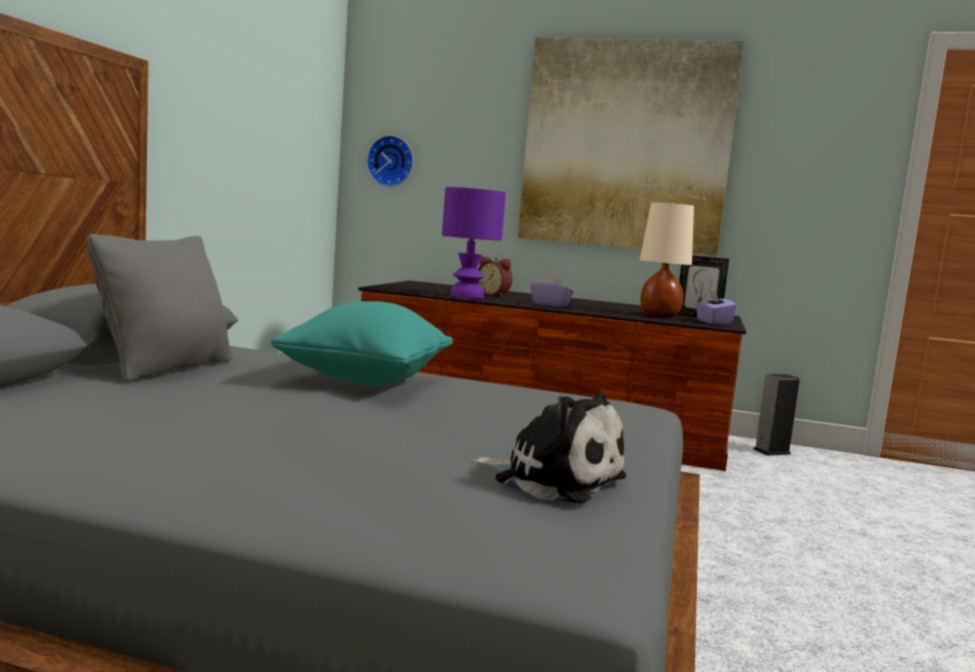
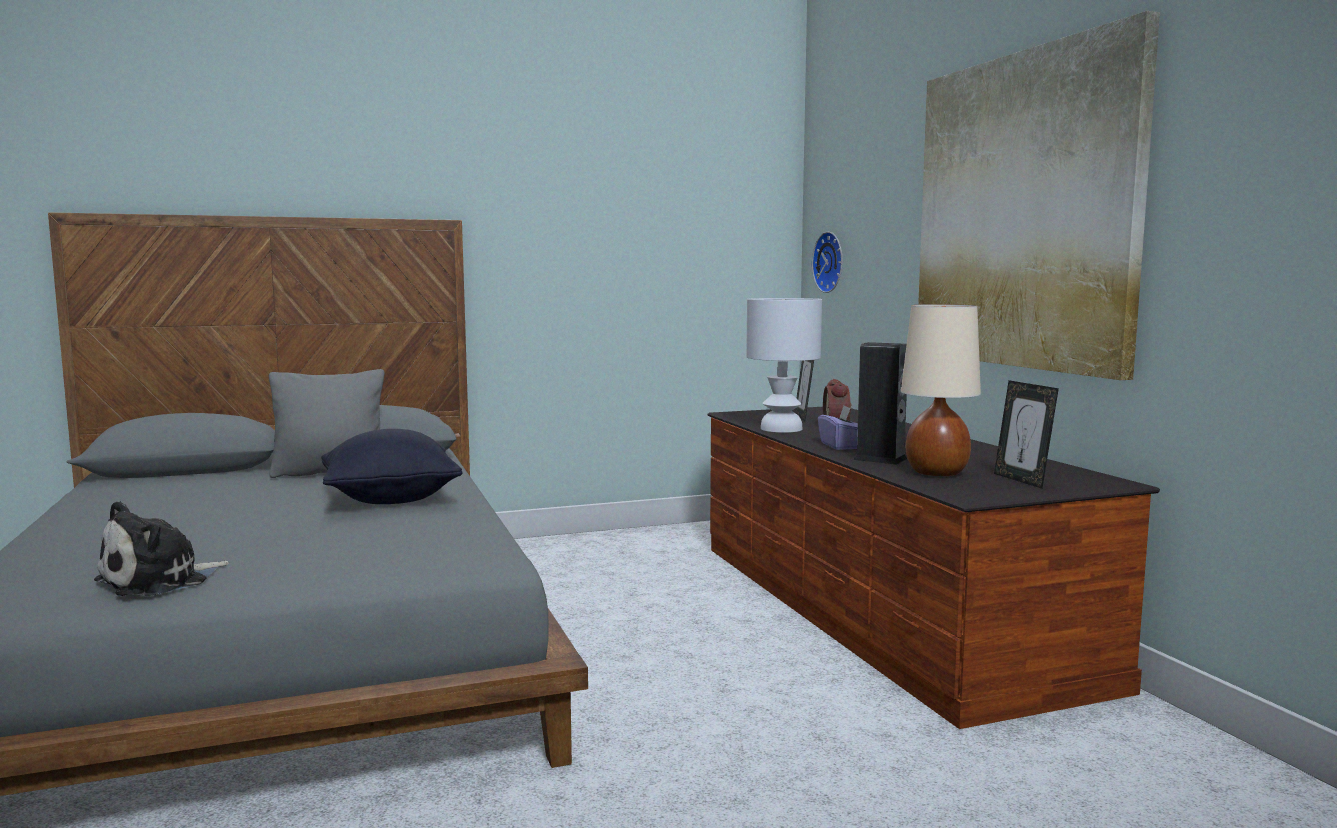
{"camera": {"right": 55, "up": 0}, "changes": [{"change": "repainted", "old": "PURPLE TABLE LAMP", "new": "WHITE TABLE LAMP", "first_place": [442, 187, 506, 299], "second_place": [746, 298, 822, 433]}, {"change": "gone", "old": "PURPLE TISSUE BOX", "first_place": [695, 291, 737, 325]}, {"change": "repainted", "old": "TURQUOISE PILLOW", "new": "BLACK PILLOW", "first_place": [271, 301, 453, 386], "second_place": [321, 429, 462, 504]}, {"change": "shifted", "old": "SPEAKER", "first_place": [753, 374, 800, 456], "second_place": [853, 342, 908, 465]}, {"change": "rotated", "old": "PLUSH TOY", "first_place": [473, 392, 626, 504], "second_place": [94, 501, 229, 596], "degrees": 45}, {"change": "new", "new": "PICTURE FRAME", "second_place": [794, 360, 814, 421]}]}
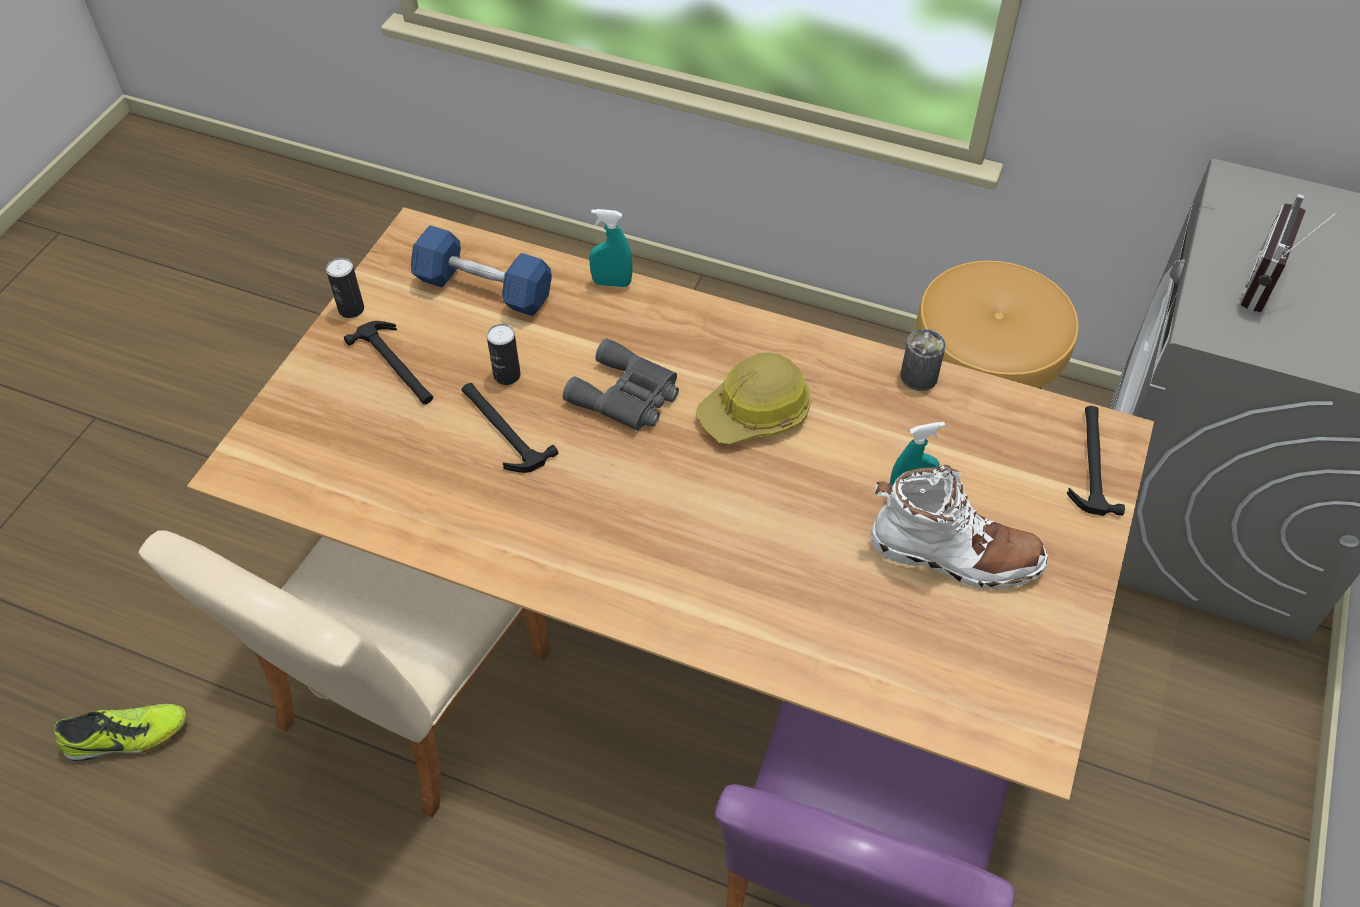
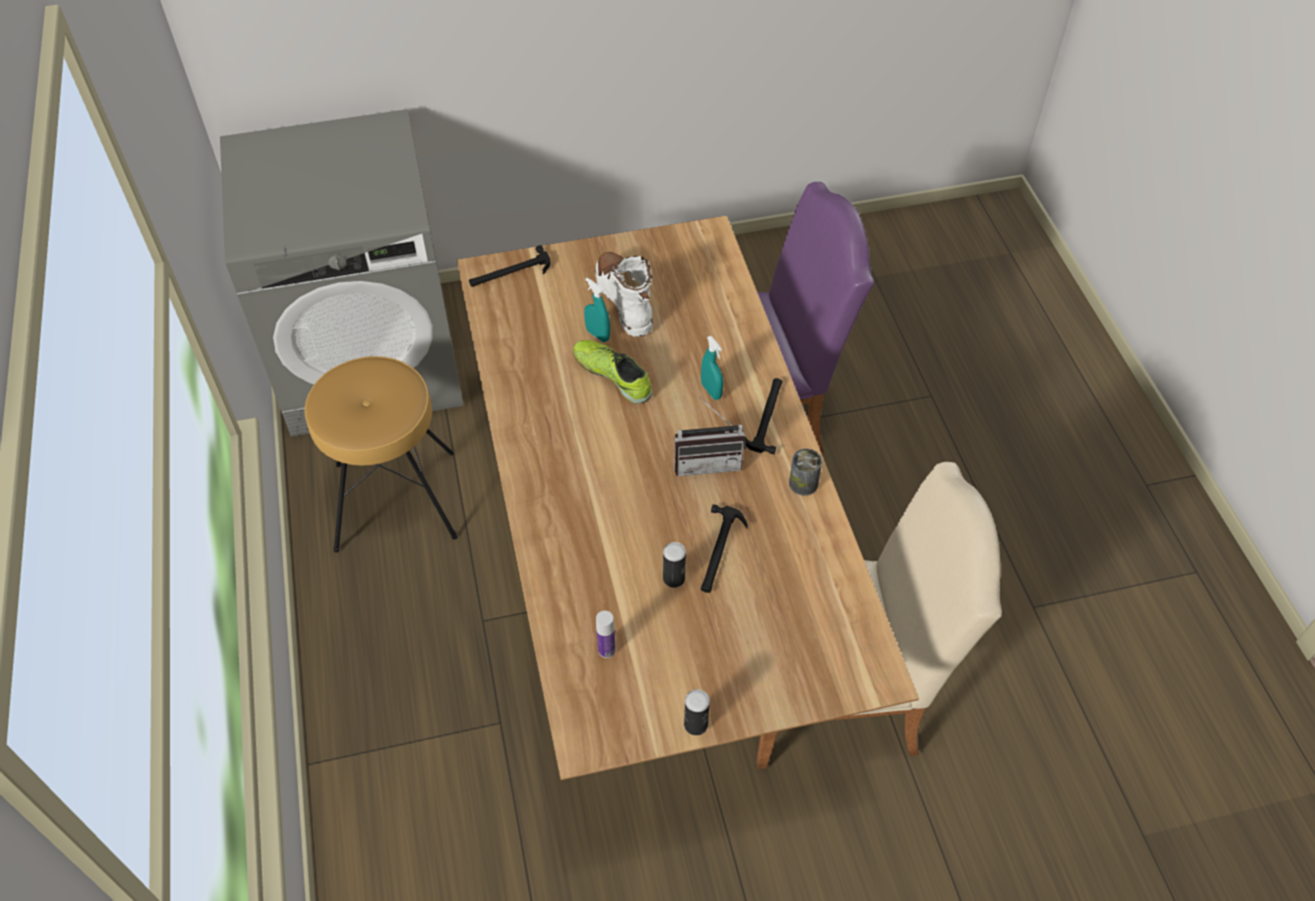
{"camera": {"right": -125, "up": 0}, "changes": [{"change": "shifted", "old": "RADIO", "first_place": [1240, 194, 1342, 312], "second_place": [674, 398, 746, 476]}, {"change": "shifted", "old": "TURQUOISE SPRAY BOTTLE", "first_place": [589, 209, 632, 287], "second_place": [701, 336, 724, 400]}, {"change": "swapped", "old": "BLUE DUMBBELL", "new": "BOTTLE", "first_place": [411, 225, 552, 316], "second_place": [596, 611, 616, 658]}, {"change": "shifted", "old": "HAMMER", "first_place": [344, 321, 433, 404], "second_place": [744, 378, 782, 454]}, {"change": "shifted", "old": "CAN", "first_place": [900, 329, 946, 391], "second_place": [789, 449, 822, 496]}, {"change": "gone", "old": "GREY BINOCULARS", "first_place": [563, 338, 679, 431]}, {"change": "gone", "old": "HARD HAT", "first_place": [696, 352, 812, 445]}, {"change": "shifted", "old": "SHOE", "first_place": [54, 704, 187, 761], "second_place": [573, 340, 652, 404]}]}
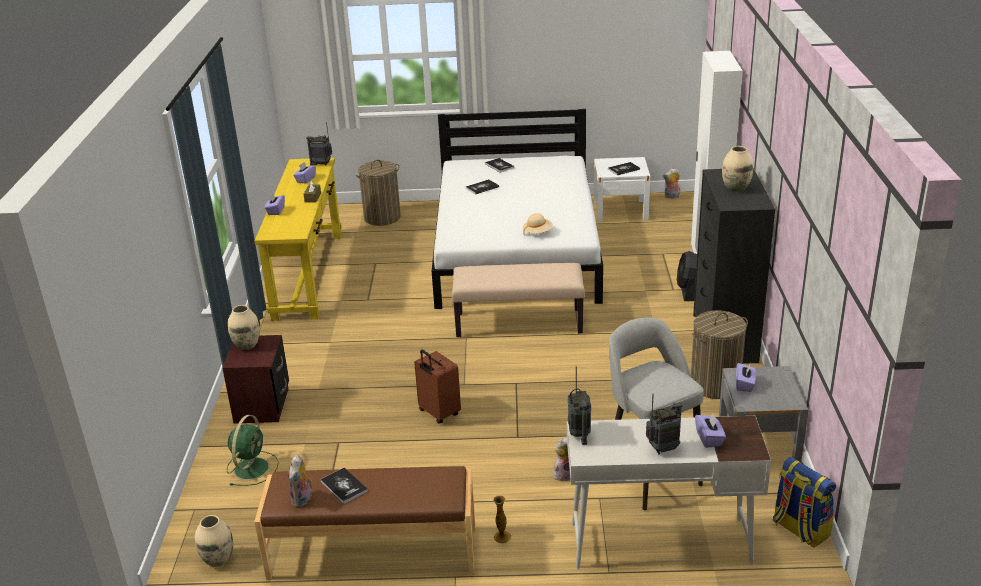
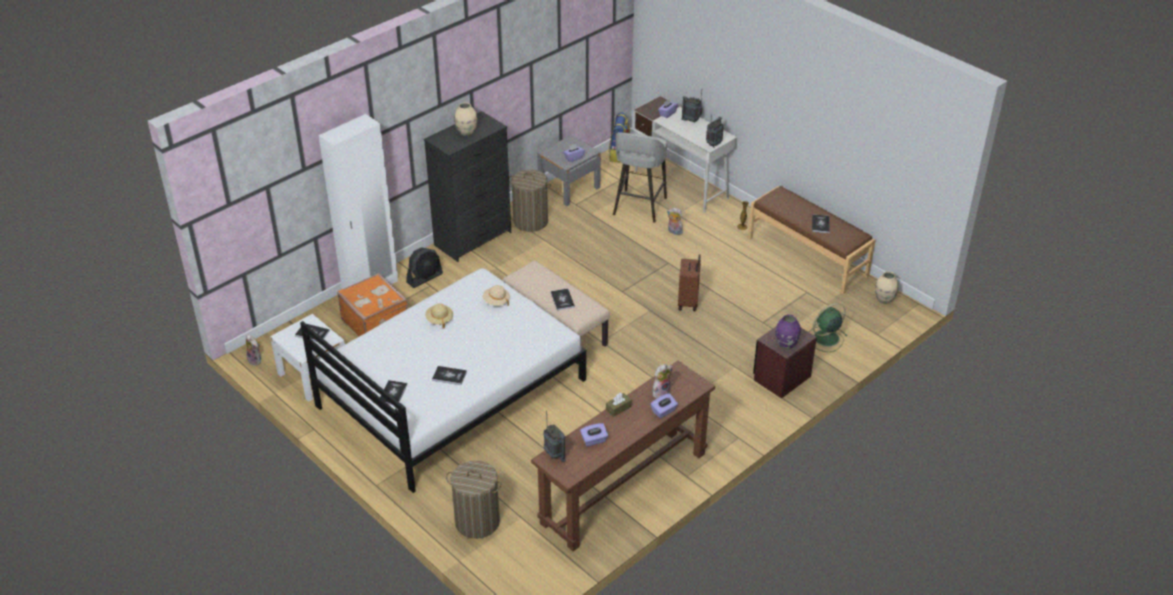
{"camera": {"right": -135, "up": 10}, "changes": [{"change": "repainted", "old": "YELLOW CONSOLE TABLE", "new": "BROWN CONSOLE TABLE", "first_place": [254, 158, 342, 321], "second_place": [531, 361, 715, 551]}, {"change": "repainted", "old": "BEIGE VASE", "new": "PURPLE VASE", "first_place": [228, 305, 260, 350], "second_place": [775, 314, 801, 350]}, {"change": "shifted", "old": "PLUSH TOY", "first_place": [288, 455, 312, 508], "second_place": [652, 364, 673, 398]}, {"change": "new", "new": "ORANGE SUITCASE", "second_place": [337, 273, 408, 336]}, {"change": "new", "new": "BOOK", "second_place": [551, 288, 575, 310]}, {"change": "new", "new": "BEIGE HAT", "second_place": [425, 303, 453, 328]}]}
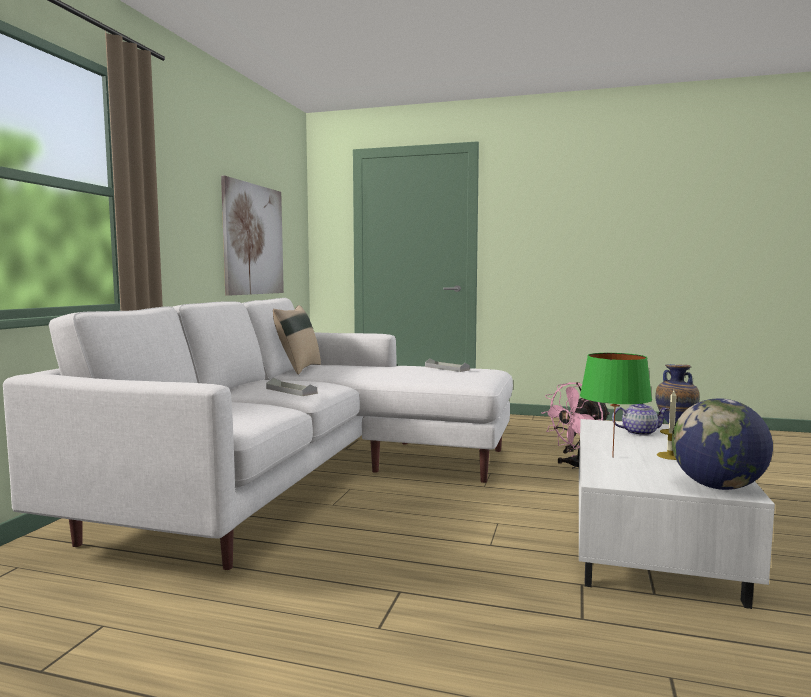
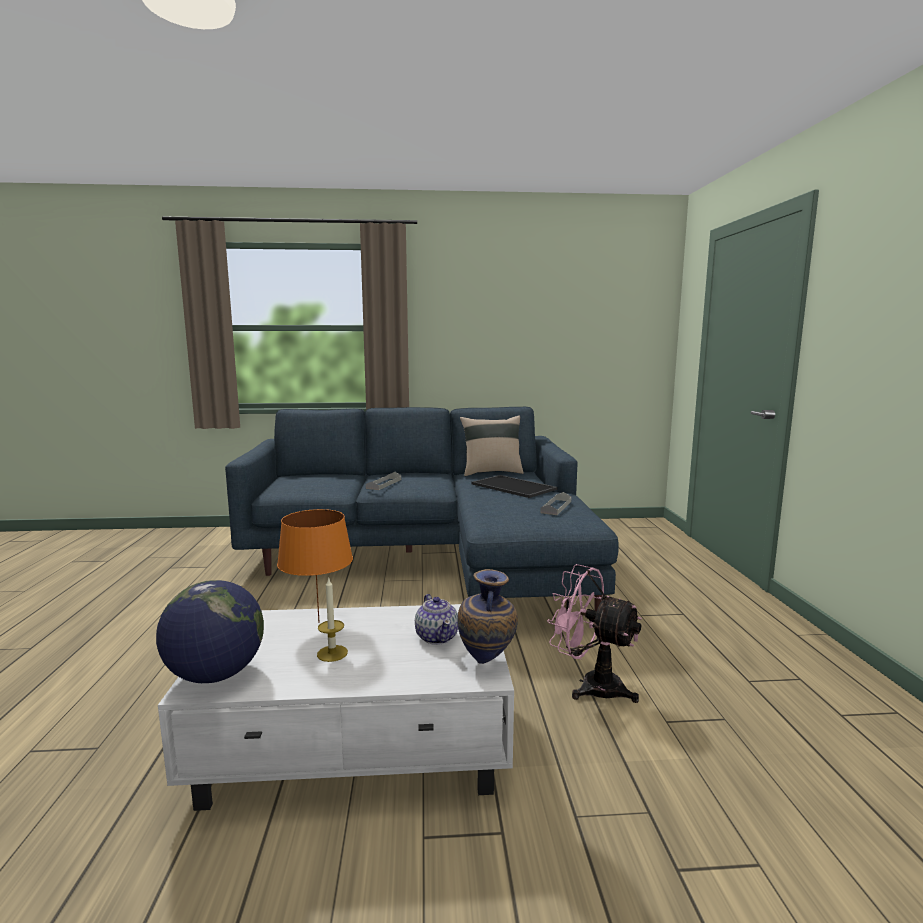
{"camera": {"right": 70, "up": 5}, "changes": [{"change": "gone", "old": "PICTURE", "first_place": [221, 175, 284, 296]}, {"change": "repainted", "old": "WHITE SOFA", "new": "BLUE SOFA", "first_place": [3, 298, 513, 570], "second_place": [225, 407, 619, 611]}, {"change": "repainted", "old": "GREEN TABLE LAMP", "new": "ORANGE TABLE LAMP", "first_place": [580, 353, 652, 458], "second_place": [277, 509, 353, 623]}, {"change": "new", "new": "TRAY", "second_place": [472, 475, 557, 498]}]}
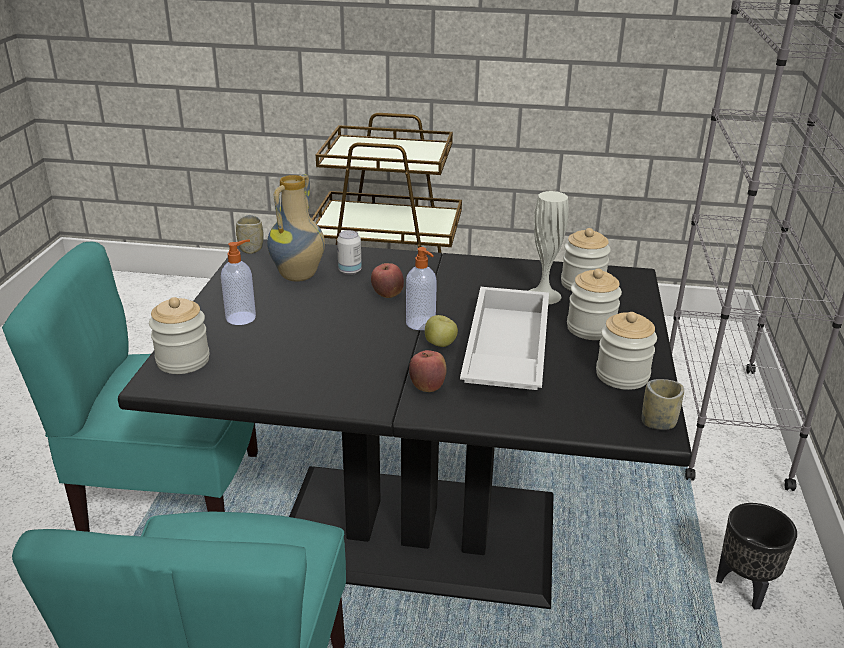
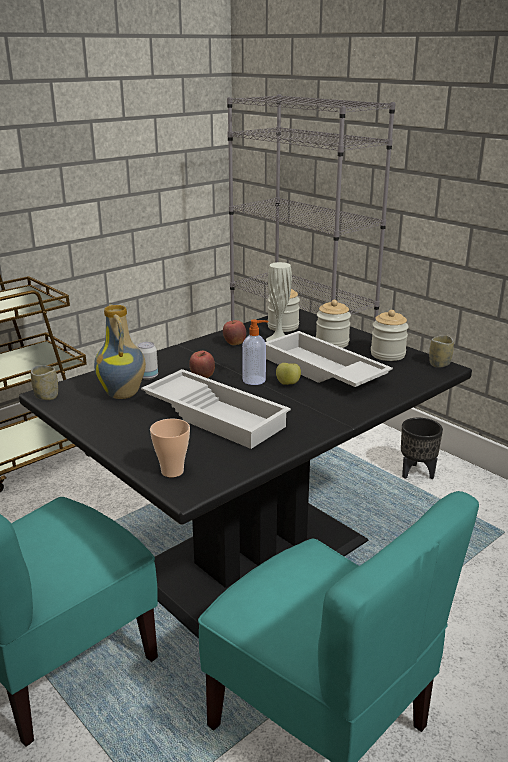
{"camera": {"right": -50, "up": -5}, "changes": [{"change": "gone", "old": "SOAP DISPENSER", "first_place": [221, 239, 256, 325]}, {"change": "swapped", "old": "JAR", "new": "CUP", "first_place": [149, 297, 210, 374], "second_place": [150, 419, 190, 477]}, {"change": "shifted", "old": "APPLE", "first_place": [409, 350, 447, 392], "second_place": [223, 320, 246, 345]}, {"change": "new", "new": "WHITE TRAY", "second_place": [141, 369, 291, 449]}]}
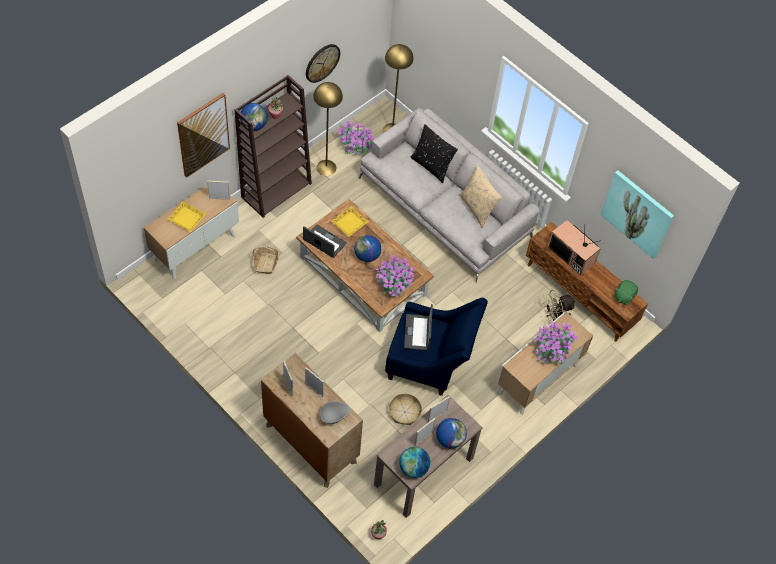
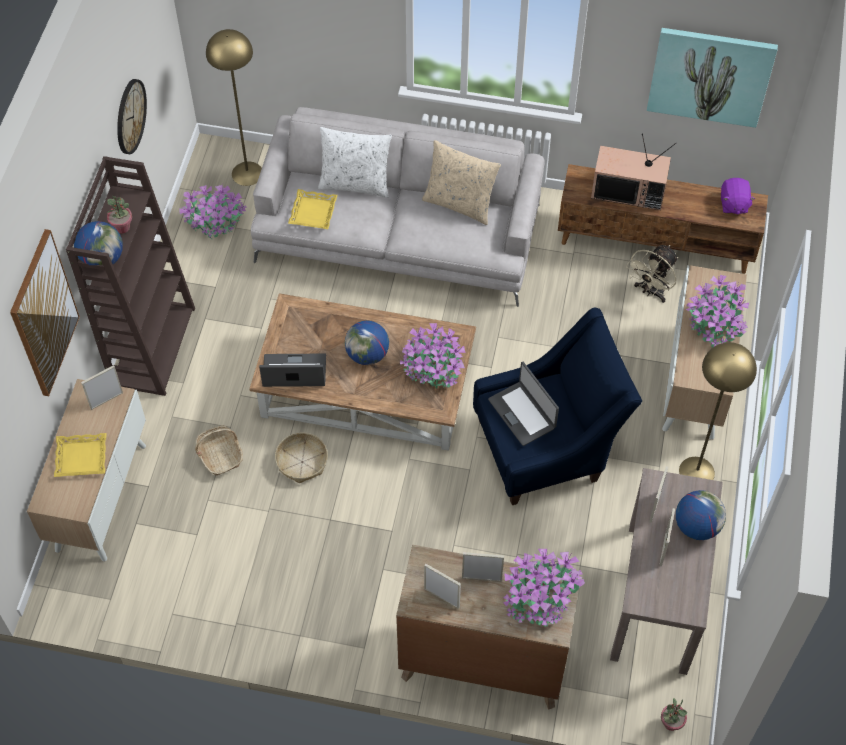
{"camera": {"right": -30, "up": 0}, "changes": [{"change": "shifted", "old": "YELLOW FLOOR LAMP", "first_place": [313, 82, 343, 176], "second_place": [679, 342, 757, 480]}, {"change": "repainted", "old": "BLACK PILLOW", "new": "WHITE PILLOW", "first_place": [411, 124, 458, 183], "second_place": [318, 127, 392, 198]}, {"change": "shifted", "old": "YELLOW TRAY", "first_place": [331, 206, 369, 237], "second_place": [288, 189, 337, 229]}, {"change": "repainted", "old": "GREEN PLUSH TOY", "new": "PURPLE PLUSH TOY", "first_place": [614, 280, 638, 305], "second_place": [721, 178, 755, 214]}, {"change": "shifted", "old": "BASKET", "first_place": [389, 393, 422, 425], "second_place": [275, 433, 328, 483]}, {"change": "swapped", "old": "GREY BOWL", "new": "POTTED PLANT", "first_place": [320, 401, 351, 424], "second_place": [503, 548, 585, 627]}, {"change": "gone", "old": "GLOBE", "first_place": [399, 447, 430, 478]}]}
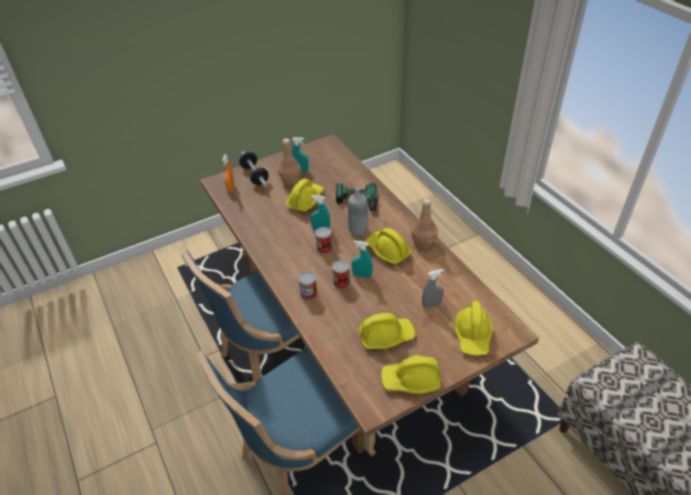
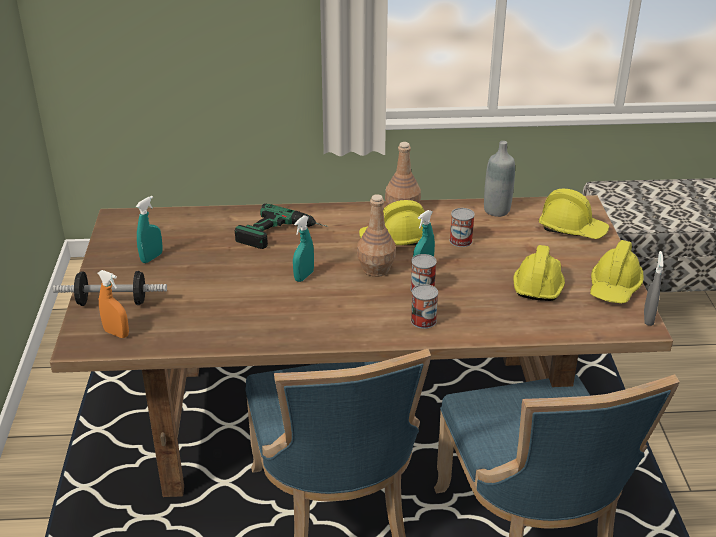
{"camera": {"right": -65, "up": -10}, "changes": [{"change": "shifted", "old": "BROWN BOTTLE", "first_place": [278, 138, 301, 186], "second_place": [357, 194, 396, 277]}, {"change": "gone", "old": "YELLOW HARD HAT", "first_place": [286, 179, 324, 212]}, {"change": "shifted", "old": "GREY BOTTLE", "first_place": [348, 187, 368, 236], "second_place": [484, 141, 515, 217]}, {"change": "shifted", "old": "CAN", "first_place": [315, 227, 332, 254], "second_place": [450, 208, 475, 247]}, {"change": "shifted", "old": "GREY SPRAY BOTTLE", "first_place": [422, 269, 444, 308], "second_place": [644, 251, 664, 326]}]}
